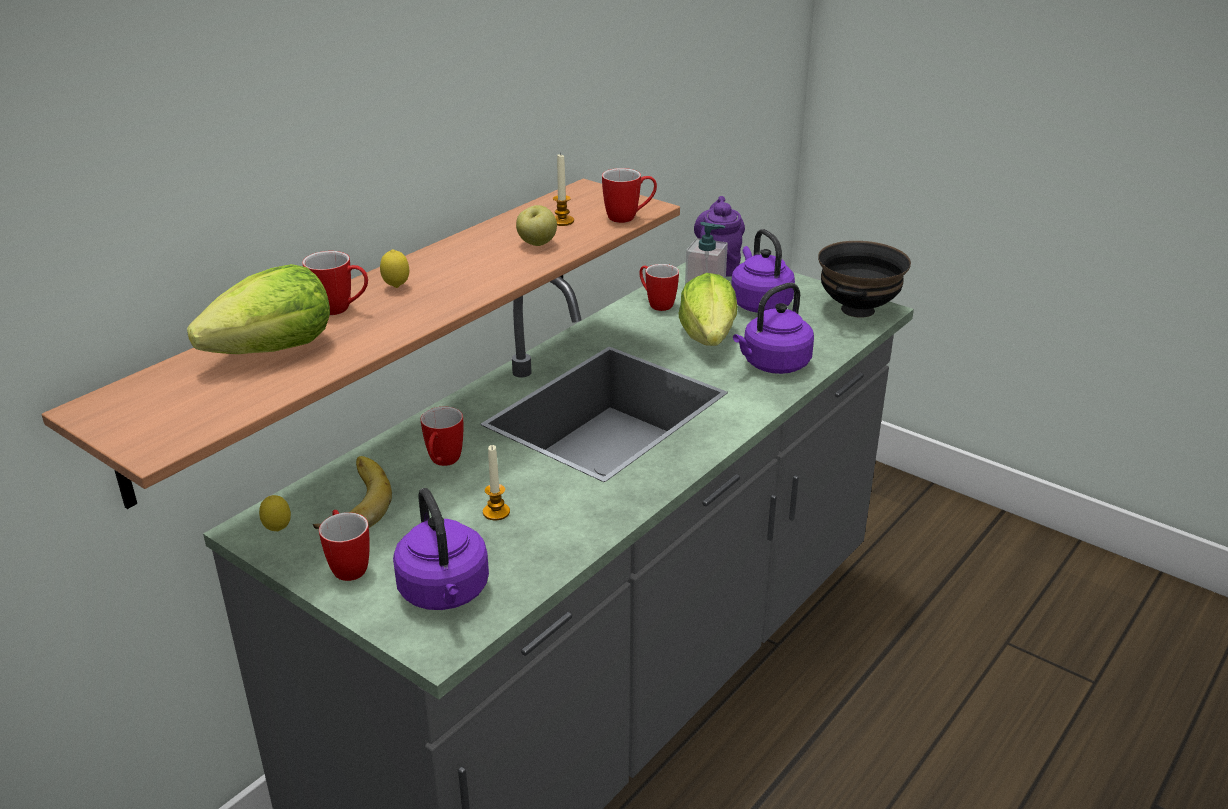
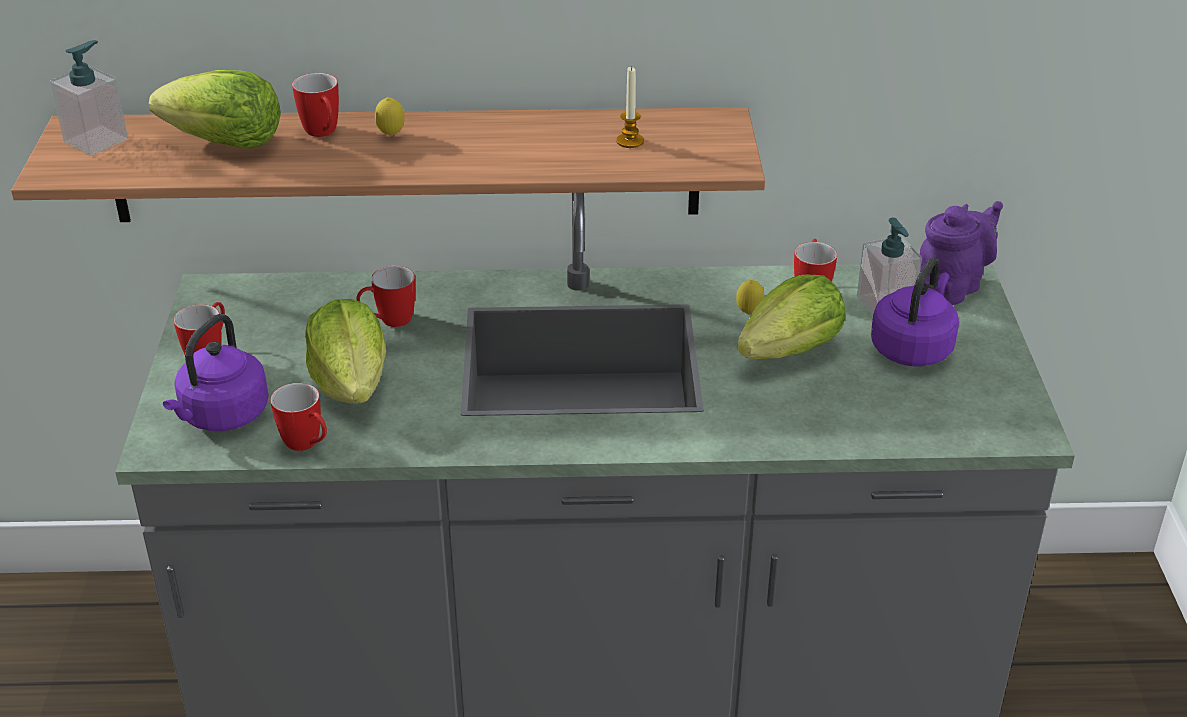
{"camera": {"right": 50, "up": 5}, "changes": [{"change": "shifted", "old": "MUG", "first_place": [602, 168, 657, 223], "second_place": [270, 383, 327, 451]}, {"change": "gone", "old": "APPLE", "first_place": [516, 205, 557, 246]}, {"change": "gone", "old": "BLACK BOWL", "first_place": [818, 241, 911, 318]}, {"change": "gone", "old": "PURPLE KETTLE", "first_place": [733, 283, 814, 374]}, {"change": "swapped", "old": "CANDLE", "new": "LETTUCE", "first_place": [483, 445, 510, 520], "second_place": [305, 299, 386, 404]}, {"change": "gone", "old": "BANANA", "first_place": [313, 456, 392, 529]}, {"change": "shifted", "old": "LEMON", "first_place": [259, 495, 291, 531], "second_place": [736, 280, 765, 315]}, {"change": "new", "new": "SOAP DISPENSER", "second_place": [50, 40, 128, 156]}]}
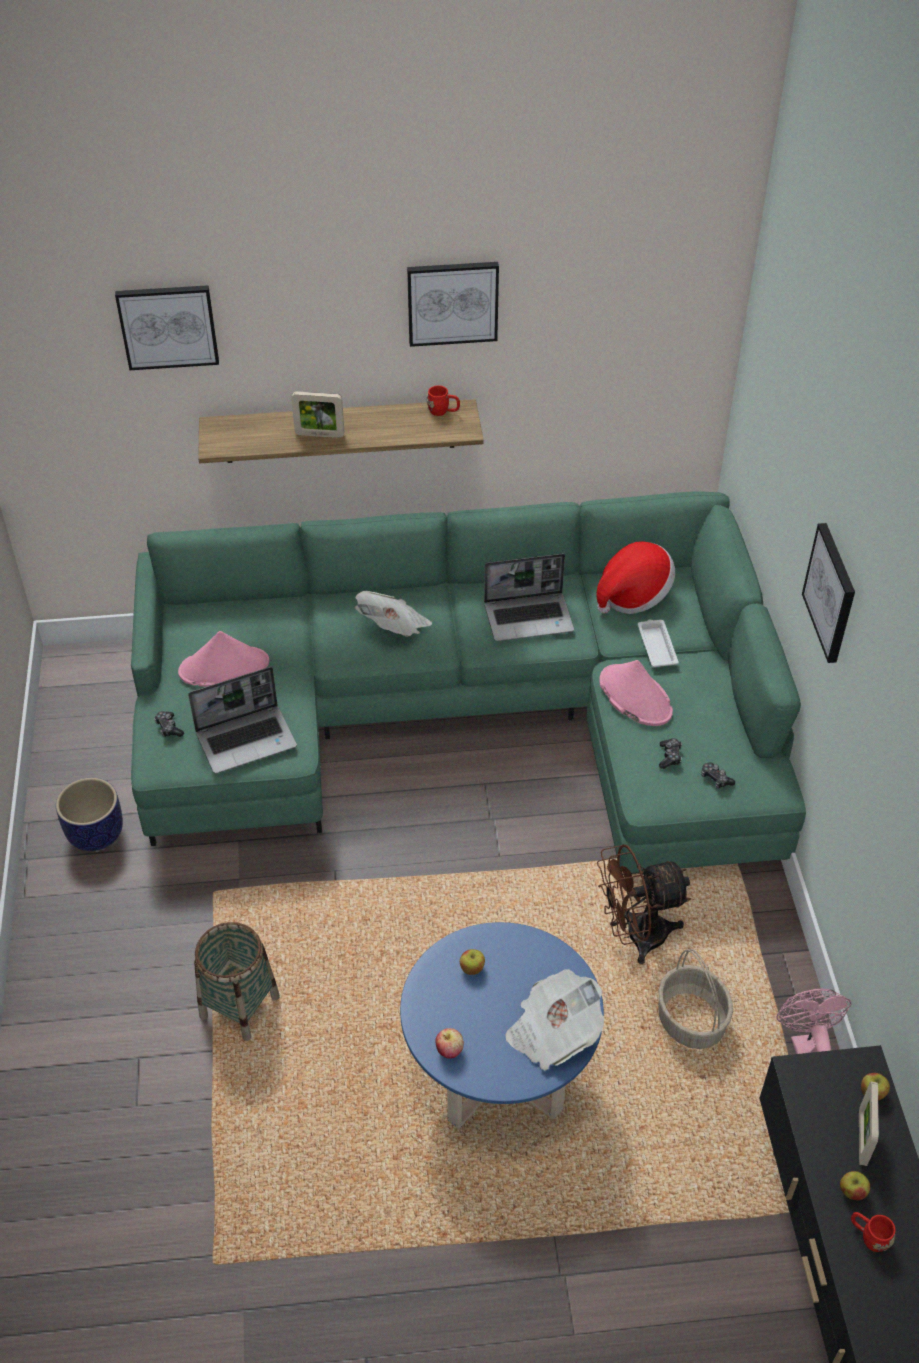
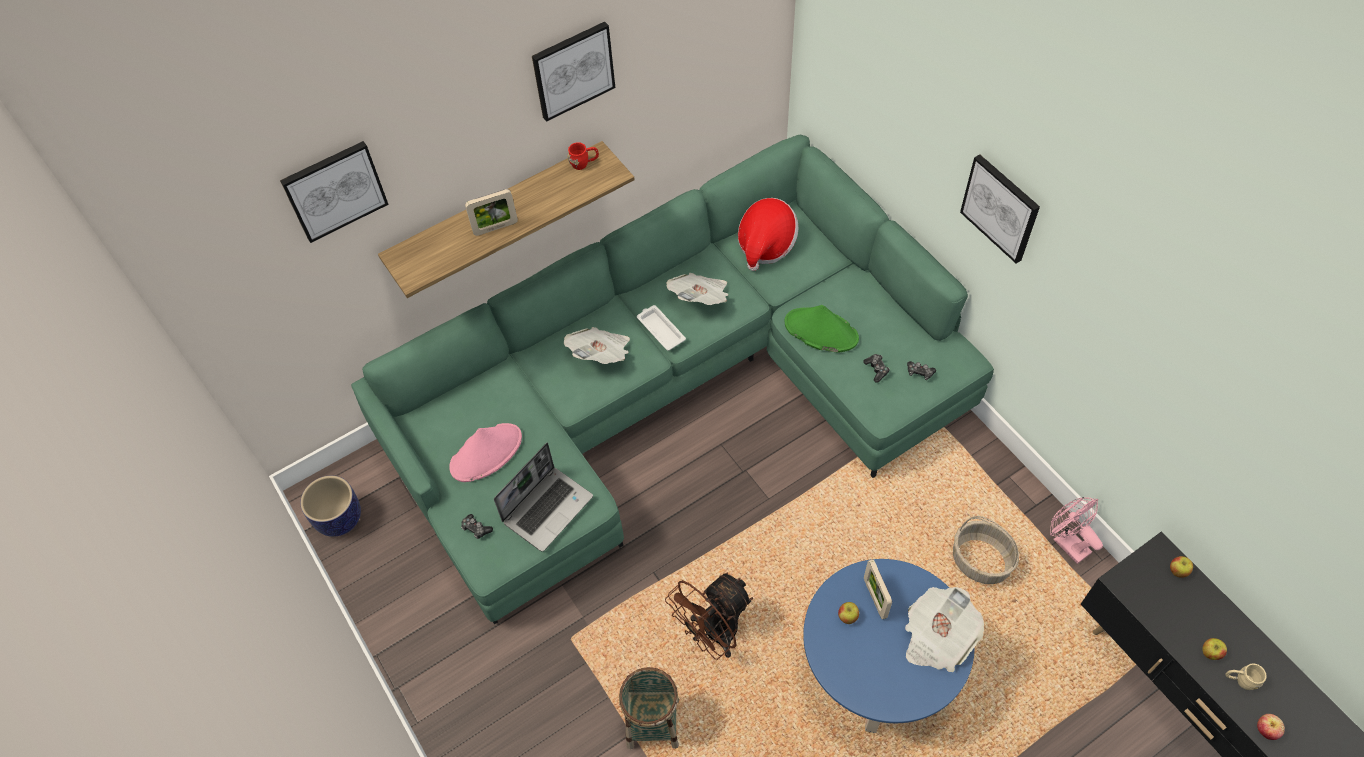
{"camera": {"right": -25, "up": 10}, "changes": [{"change": "swapped", "old": "LAPTOP", "new": "NEWSPAPER", "first_place": [484, 553, 574, 641], "second_place": [667, 273, 728, 305]}, {"change": "shifted", "old": "WHITE TRAY", "first_place": [638, 619, 679, 667], "second_place": [637, 305, 686, 351]}, {"change": "repainted", "old": "PINK HAT", "new": "GREEN HAT", "first_place": [599, 660, 673, 726], "second_place": [785, 305, 859, 353]}, {"change": "shifted", "old": "PLANTER", "first_place": [56, 778, 123, 851], "second_place": [300, 476, 361, 537]}, {"change": "shifted", "old": "BROWN FAN", "first_place": [597, 844, 691, 964], "second_place": [665, 572, 753, 660]}, {"change": "shifted", "old": "APPLE", "first_place": [435, 1028, 464, 1058], "second_place": [1257, 714, 1285, 740]}, {"change": "shifted", "old": "PICTURE FRAME", "first_place": [859, 1082, 879, 1166], "second_place": [864, 559, 892, 620]}, {"change": "repainted", "old": "RED MUG", "new": "BEIGE MUG", "first_place": [851, 1212, 895, 1252], "second_place": [1226, 664, 1267, 690]}]}
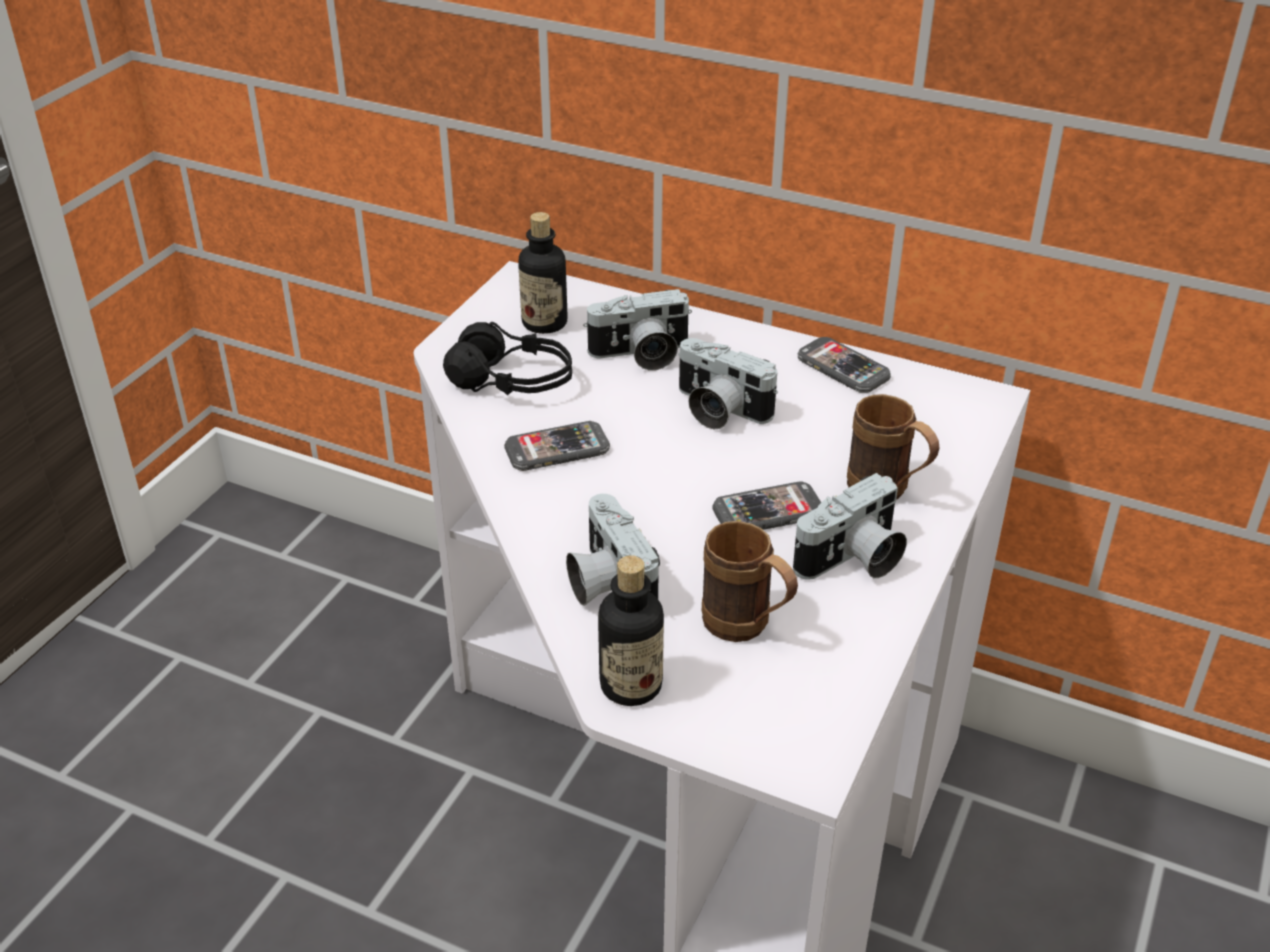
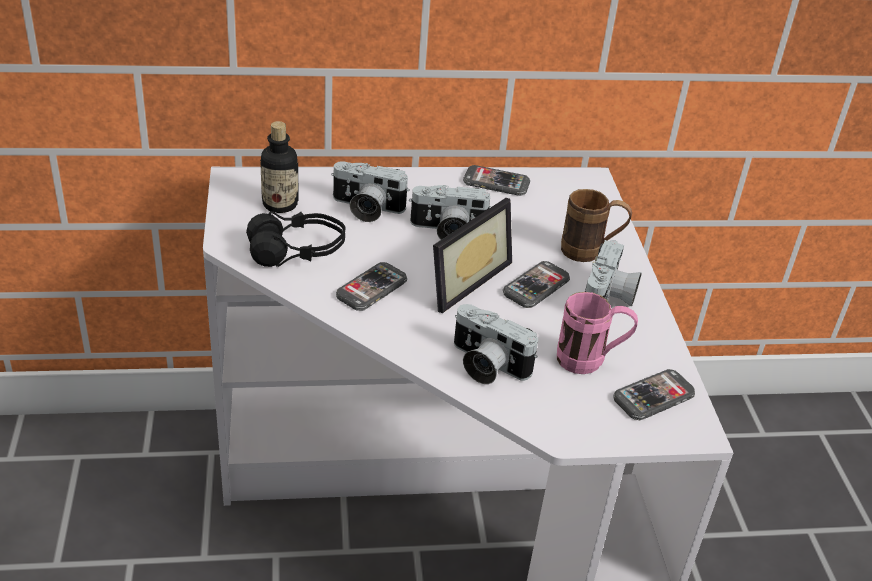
{"camera": {"right": -35, "up": 0}, "changes": [{"change": "rotated", "old": "PHOTO CAMERA", "first_place": [583, 289, 692, 370], "second_place": [331, 161, 410, 222], "degrees": 60}, {"change": "repainted", "old": "BROWN MUG", "new": "PINK MUG", "first_place": [702, 521, 798, 642], "second_place": [557, 292, 638, 374]}, {"change": "gone", "old": "BOTTLE", "first_place": [598, 555, 664, 706]}, {"change": "new", "new": "PICTURE FRAME", "second_place": [433, 198, 512, 313]}, {"change": "new", "new": "PHONE", "second_place": [614, 369, 695, 420]}]}
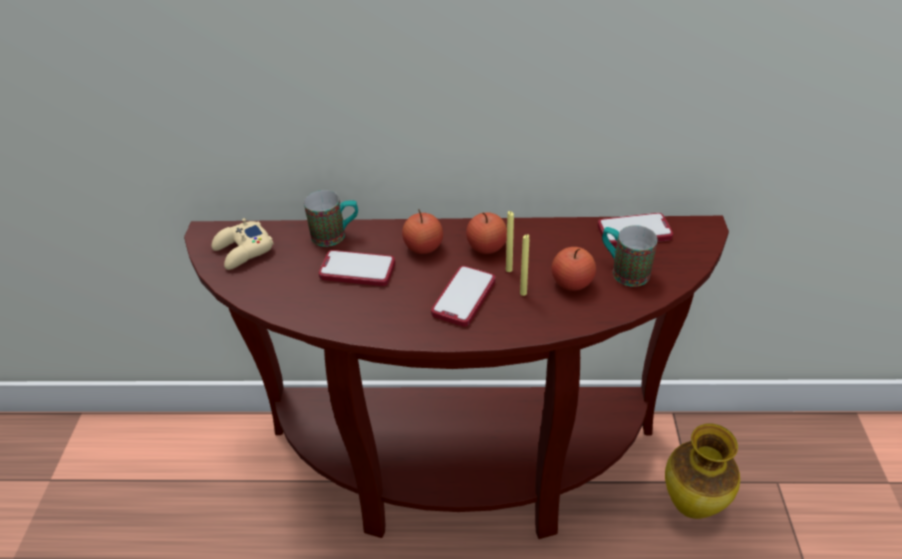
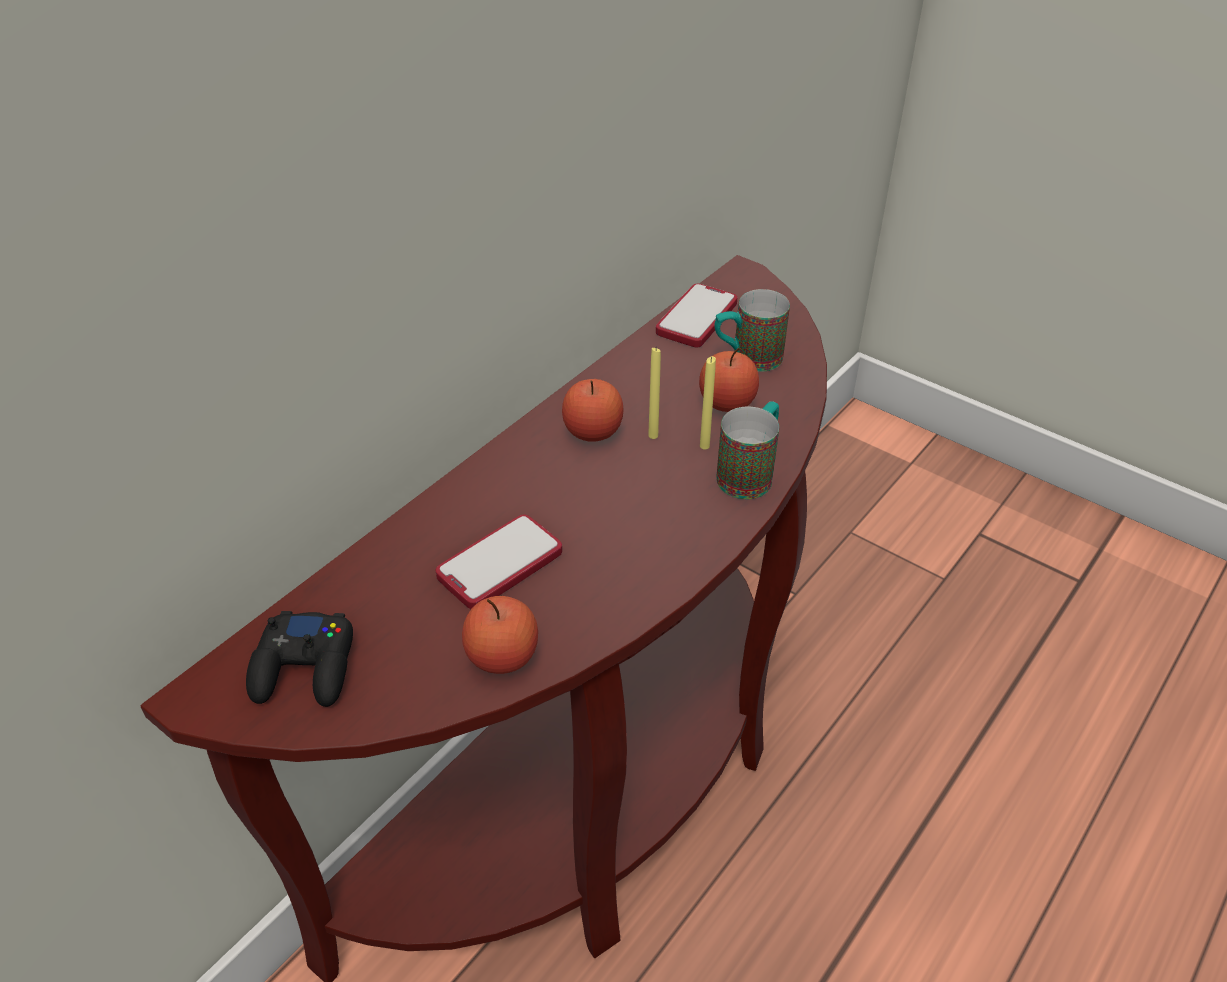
{"camera": {"right": -55, "up": 0}, "changes": [{"change": "shifted", "old": "MUG", "first_place": [304, 190, 358, 247], "second_place": [716, 401, 779, 499]}, {"change": "shifted", "old": "APPLE", "first_place": [402, 209, 443, 254], "second_place": [462, 596, 538, 674]}, {"change": "repainted", "old": "BEIGE GAME CONTROLLER", "new": "BLACK GAME CONTROLLER", "first_place": [211, 218, 274, 270], "second_place": [246, 611, 353, 707]}, {"change": "gone", "old": "PHONE", "first_place": [431, 266, 495, 327]}, {"change": "gone", "old": "VASE", "first_place": [665, 424, 740, 519]}]}
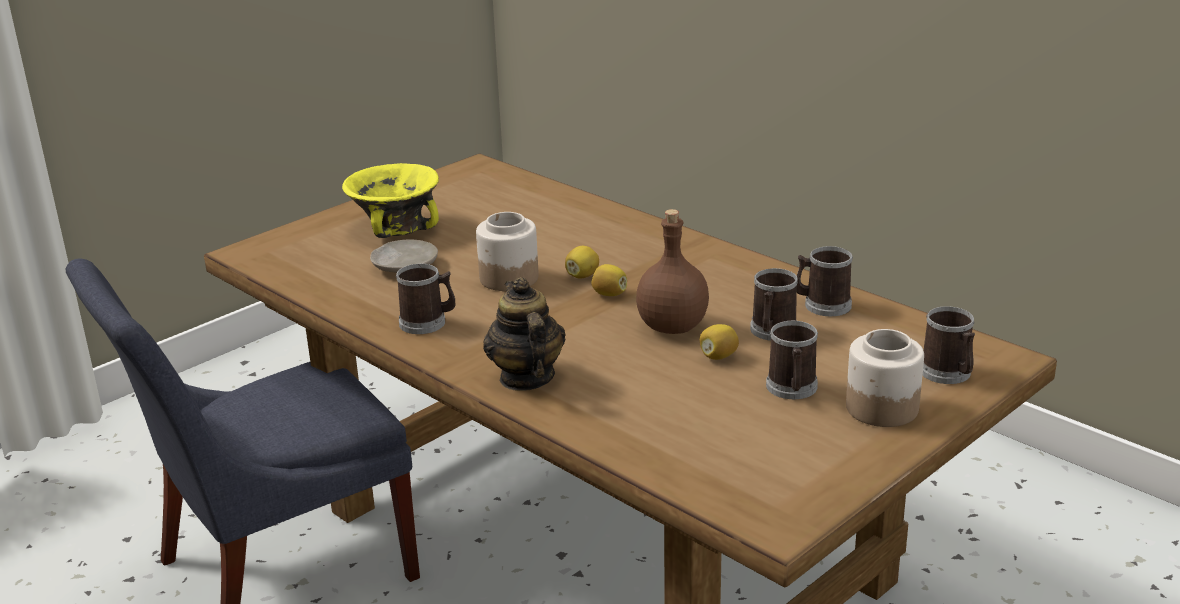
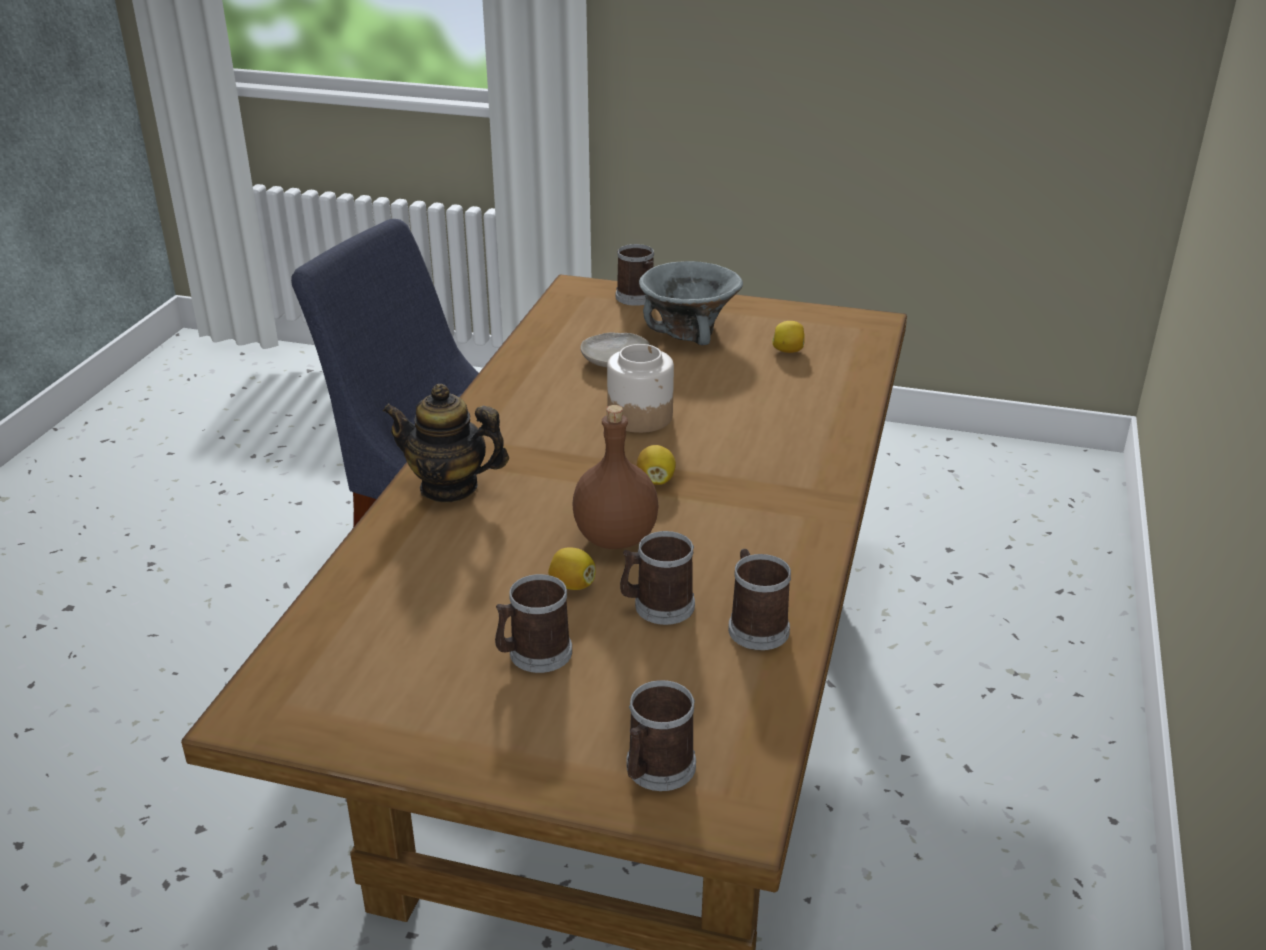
{"camera": {"right": 60, "up": 5}, "changes": [{"change": "repainted", "old": "YELLOW BOWL", "new": "GREY BOWL", "first_place": [342, 163, 439, 238], "second_place": [639, 261, 743, 346]}, {"change": "shifted", "old": "LEMON", "first_place": [565, 246, 599, 279], "second_place": [772, 321, 805, 353]}, {"change": "shifted", "old": "MUG", "first_place": [396, 264, 455, 334], "second_place": [616, 244, 654, 306]}, {"change": "rotated", "old": "TEAPOT", "first_place": [483, 277, 565, 391], "second_place": [383, 384, 509, 503], "degrees": -120}, {"change": "gone", "old": "JAR", "first_place": [846, 329, 924, 427]}]}
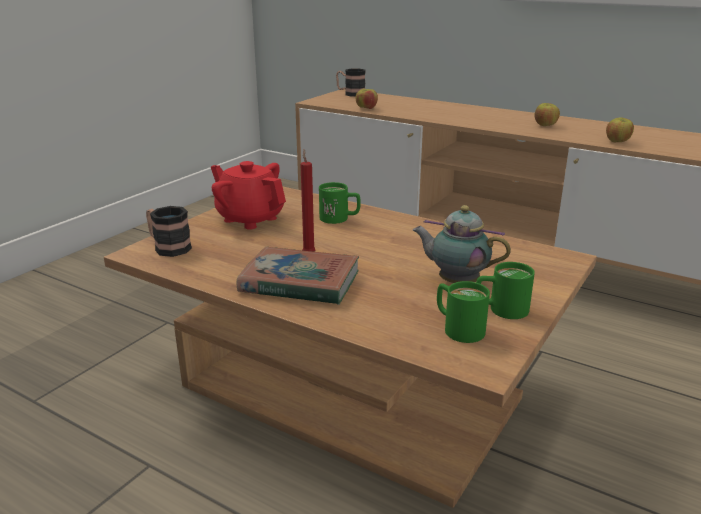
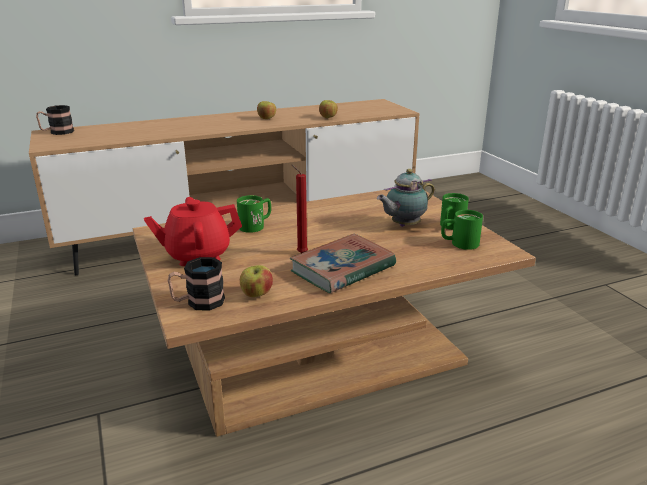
{"camera": {"right": -55, "up": 0}, "changes": [{"change": "shifted", "old": "APPLE", "first_place": [356, 89, 378, 109], "second_place": [240, 265, 273, 297]}]}
